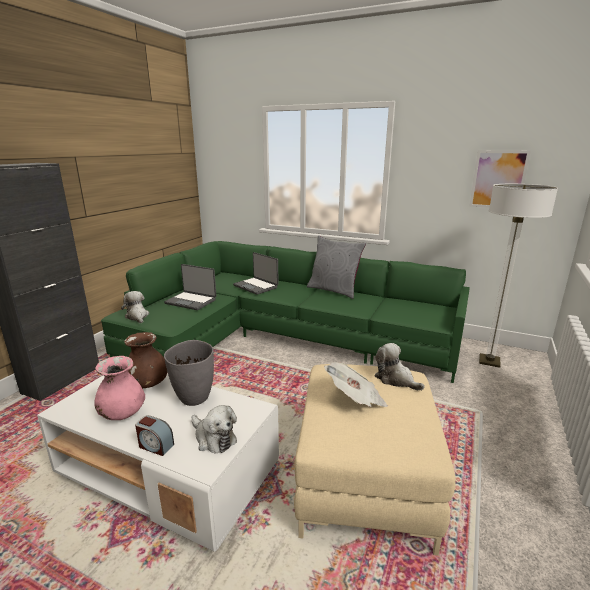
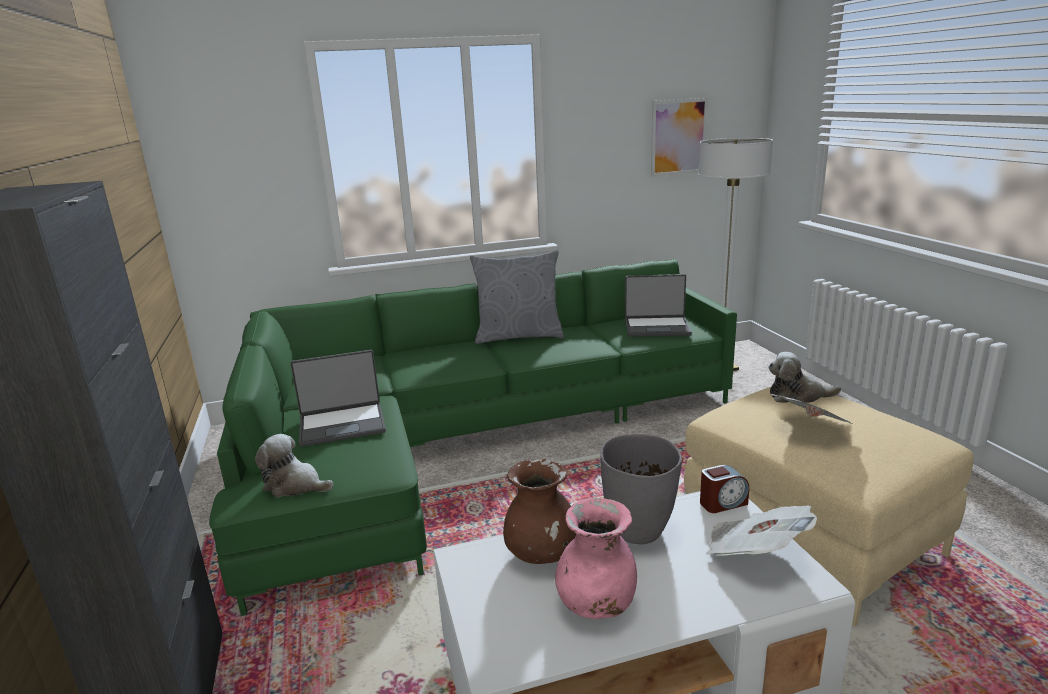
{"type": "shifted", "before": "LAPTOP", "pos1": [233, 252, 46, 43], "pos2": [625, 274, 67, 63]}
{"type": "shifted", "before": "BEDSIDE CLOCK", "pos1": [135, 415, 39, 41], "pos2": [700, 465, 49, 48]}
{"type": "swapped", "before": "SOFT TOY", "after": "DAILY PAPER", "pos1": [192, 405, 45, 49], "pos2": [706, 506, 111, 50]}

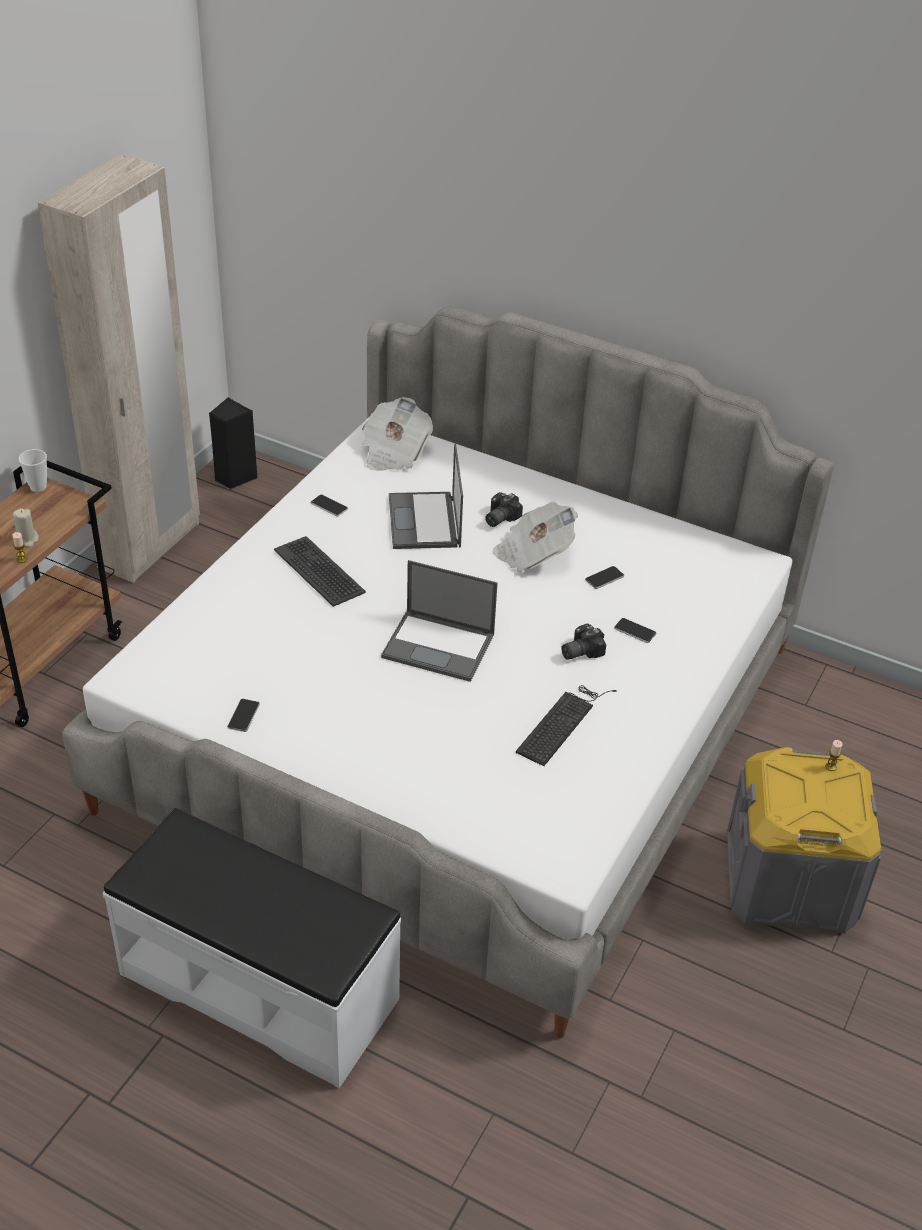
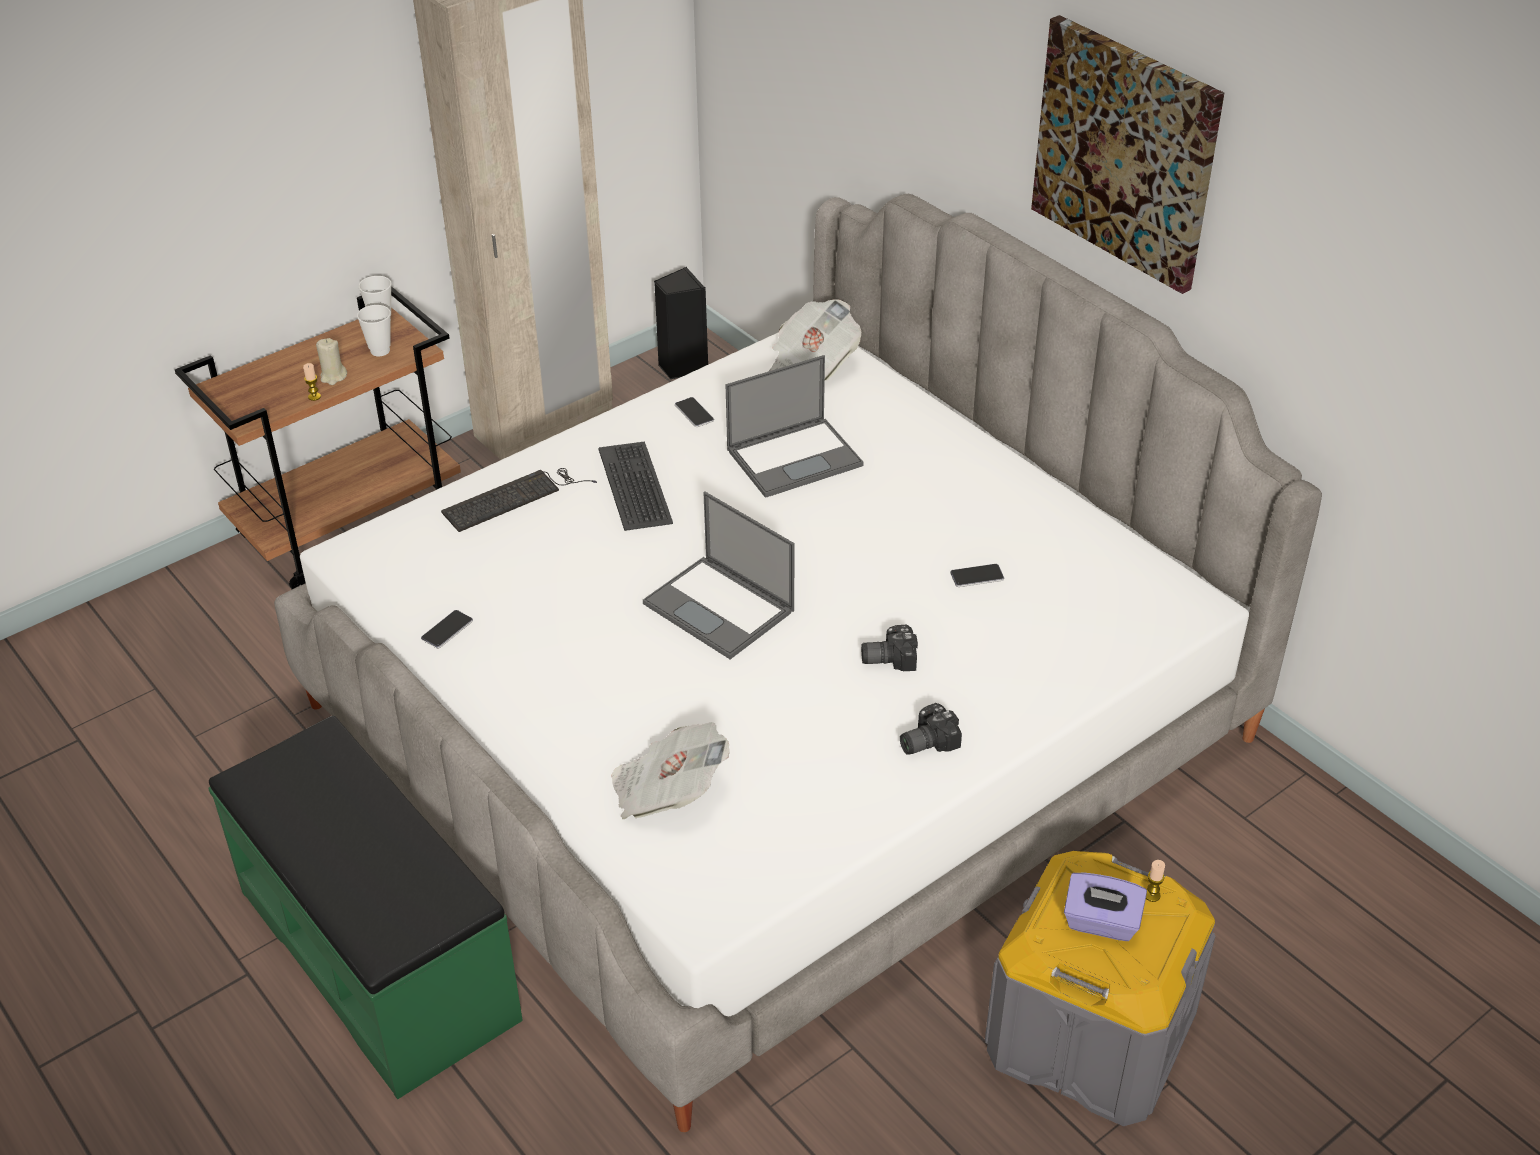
{"type": "repainted", "before": "WHITE LONG SEAT", "after": "GREENISH LONG SEAT", "pos1": [103, 808, 298, 280], "pos2": [208, 716, 315, 383]}
{"type": "new", "after": "CUP", "pos2": [357, 305, 34, 52]}
{"type": "shifted", "before": "COMPUTER KEYBOARD", "pos1": [516, 685, 101, 81], "pos2": [441, 468, 156, 64]}
{"type": "shifted", "before": "DAILY PAPER", "pos1": [493, 502, 85, 71], "pos2": [611, 722, 119, 97]}
{"type": "rotated", "before": "LAPTOP", "pos1": [389, 444, 74, 105], "pos2": [725, 355, 139, 143], "turn": -135}
{"type": "shifted", "before": "PHOTO CAMERA", "pos1": [485, 492, 38, 35], "pos2": [900, 703, 62, 52]}
{"type": "new", "after": "WALL ART", "pos2": [1031, 15, 193, 279]}
{"type": "new", "after": "PURPLISH BOX OF TISSUES", "pos2": [1064, 873, 83, 68]}
{"type": "gone", "before": "TELEPHONE", "pos1": [614, 618, 42, 25]}

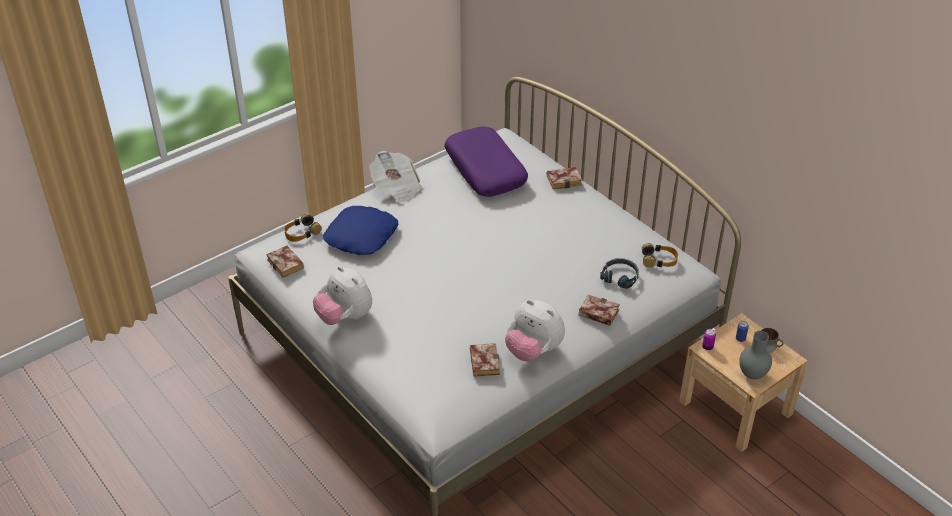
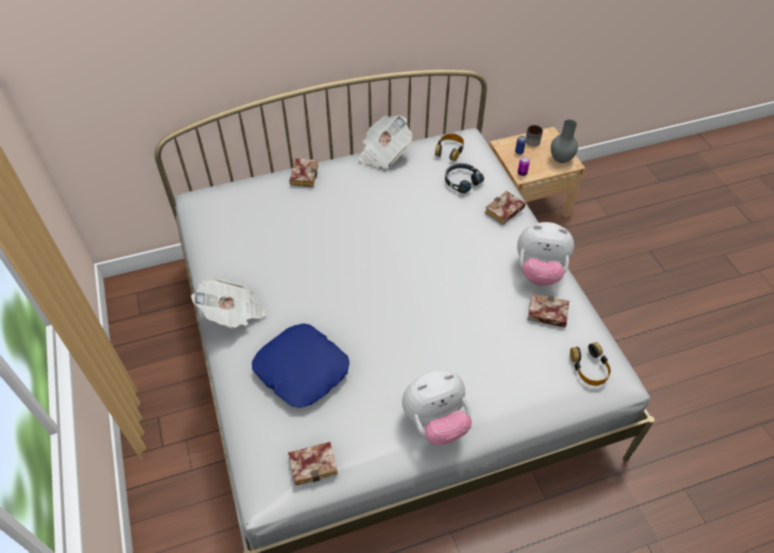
{"type": "new", "after": "DAILY PAPER", "pos2": [358, 115, 54, 54]}
{"type": "rotated", "before": "SOFT TOY", "pos1": [505, 299, 60, 62], "pos2": [517, 222, 57, 64], "turn": 45}
{"type": "shifted", "before": "HEADPHONES", "pos1": [284, 213, 38, 29], "pos2": [570, 342, 41, 44]}
{"type": "gone", "before": "PURPLISH PILLOW", "pos1": [444, 127, 84, 70]}

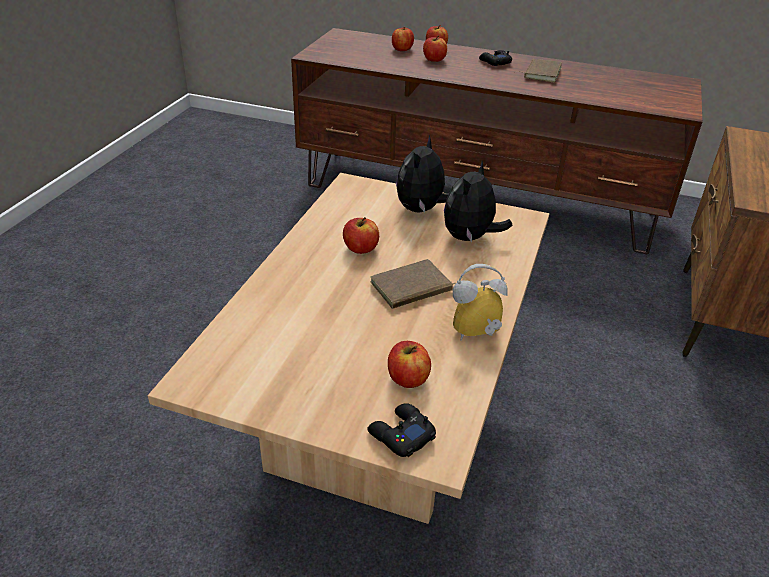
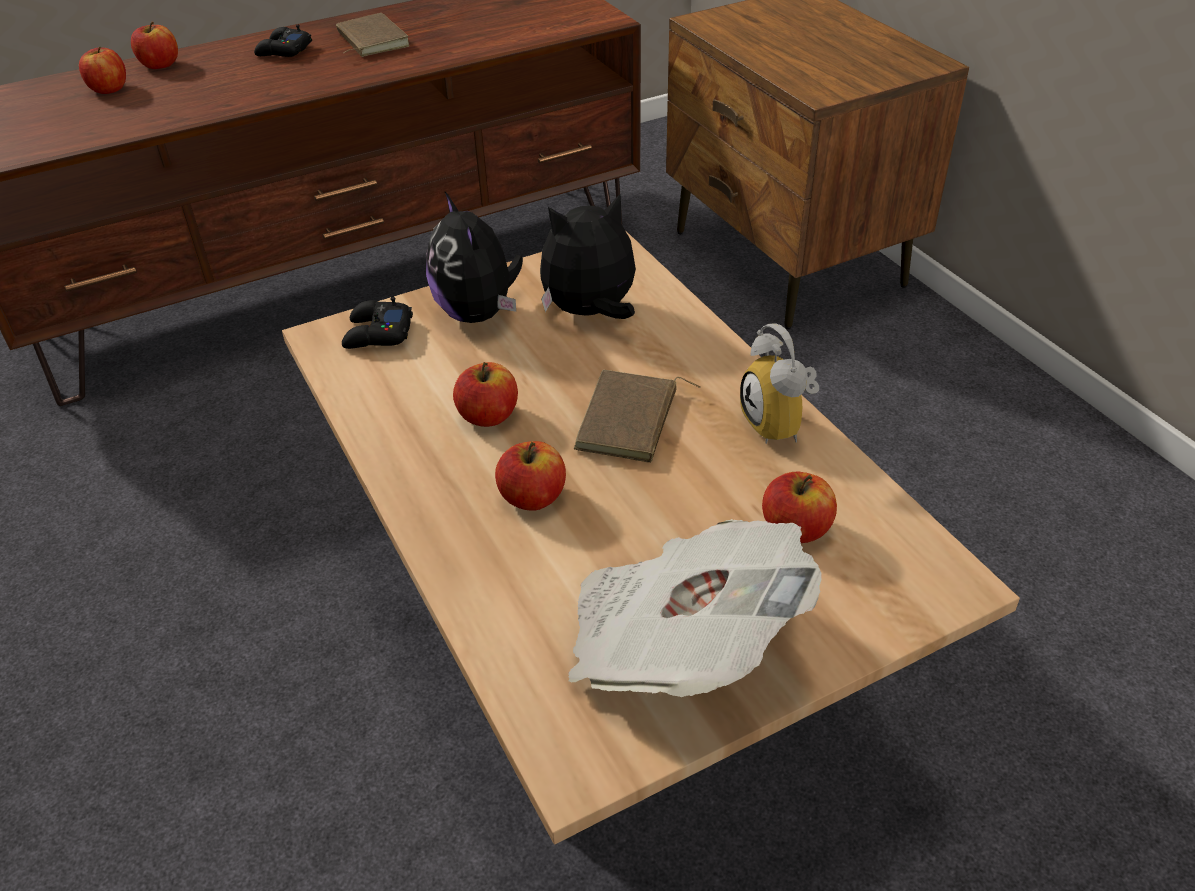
{"type": "shifted", "before": "BLACK-COLOURED GAME CONTROLLER", "pos1": [367, 403, 69, 54], "pos2": [342, 297, 71, 52]}
{"type": "shifted", "before": "WHOLE APPLE", "pos1": [423, 36, 24, 26], "pos2": [495, 441, 71, 69]}
{"type": "rotated", "before": "SOFT TOY", "pos1": [444, 161, 69, 81], "pos2": [540, 194, 96, 125], "turn": 90}
{"type": "new", "after": "DAILY PAPER", "pos2": [568, 519, 254, 178]}
{"type": "rotated", "before": "BEDSIDE CLOCK", "pos1": [453, 264, 55, 77], "pos2": [740, 324, 79, 120], "turn": -45}

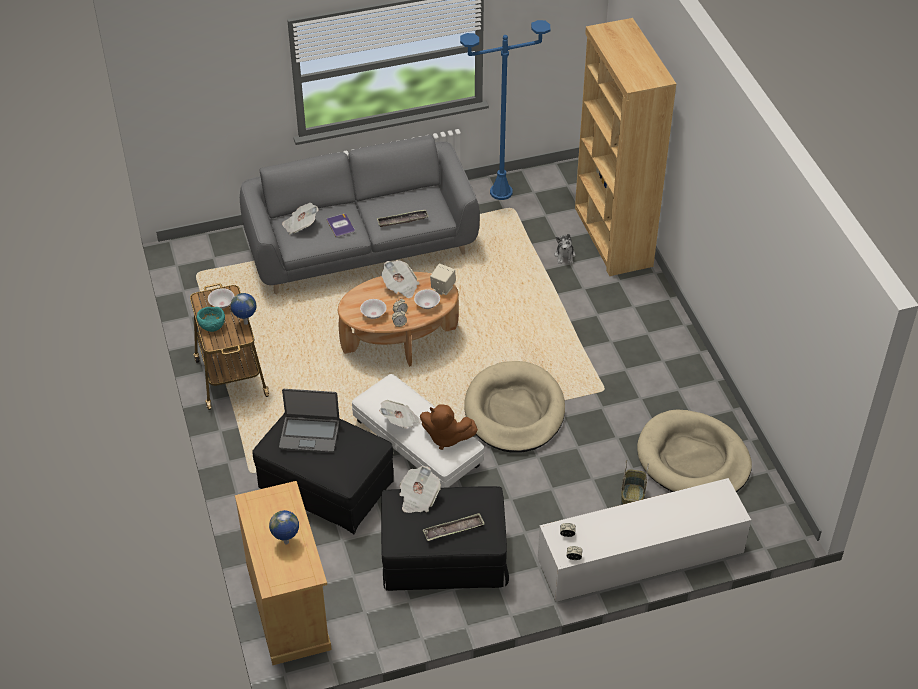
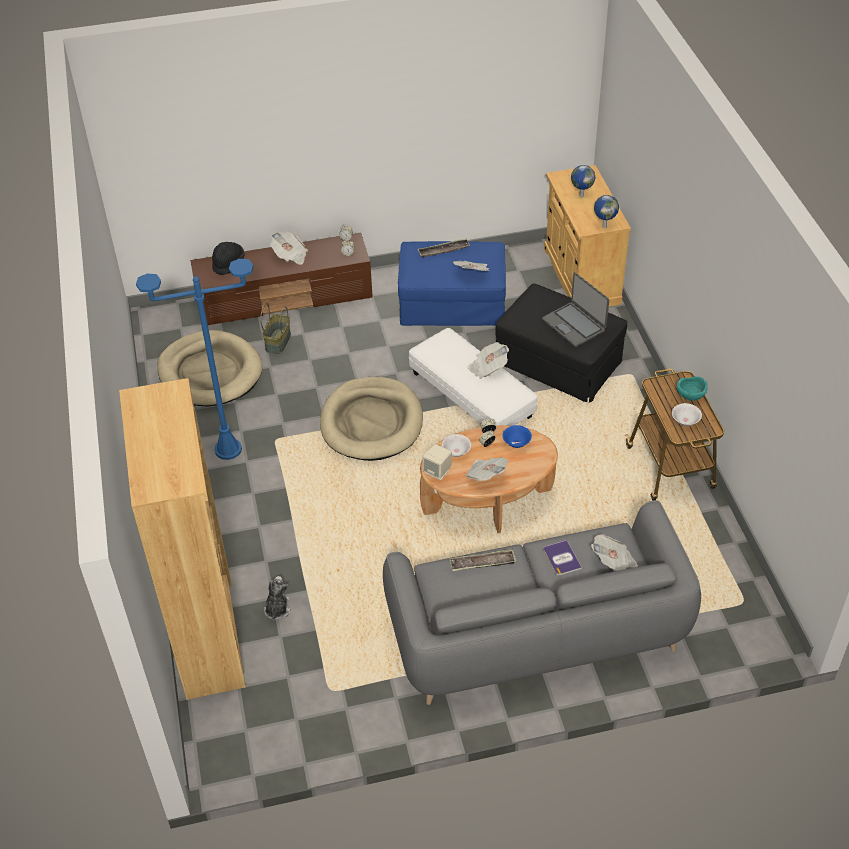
{"type": "shifted", "before": "BLUE STANDARD LAMP", "pos1": [460, 20, 90, 180], "pos2": [136, 259, 117, 201]}
{"type": "repainted", "before": "WHITE MEDIA CONSOLE", "after": "BROWN-COLOURED MEDIA CONSOLE", "pos1": [538, 478, 213, 124], "pos2": [190, 233, 183, 92]}
{"type": "new", "after": "BLACK-COLOURED WEARABLE HAT", "pos2": [212, 242, 33, 33]}
{"type": "new", "after": "DAILY PAPER", "pos2": [270, 231, 38, 34]}
{"type": "repainted", "before": "BLACK-COLOURED POUFFE", "after": "BLUE POUFFE", "pos1": [381, 486, 128, 105], "pos2": [398, 241, 108, 85]}
{"type": "repainted", "before": "WHITE DEEP DISH", "after": "BLUE DEEP DISH", "pos1": [360, 299, 26, 20], "pos2": [502, 425, 30, 23]}
{"type": "rotated", "before": "LAPTOP", "pos1": [279, 389, 60, 64], "pos2": [542, 272, 67, 75], "turn": -135}
{"type": "shifted", "before": "DESK GLOBE", "pos1": [230, 293, 27, 32], "pos2": [594, 195, 25, 33]}
{"type": "gone", "before": "BROWN-COLOURED SOFT TOY", "pos1": [420, 404, 58, 46]}

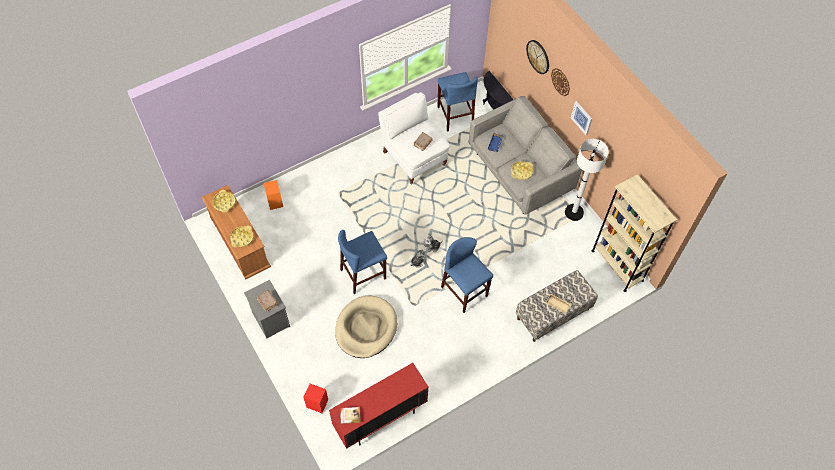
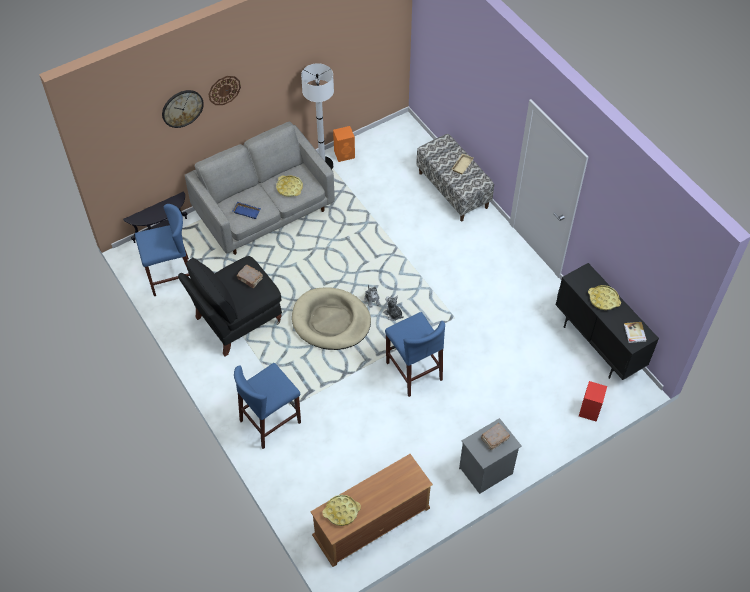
{"type": "repainted", "before": "WHITE LOUNGE CHAIR", "after": "BLACK-COLOURED LOUNGE CHAIR", "pos1": [378, 92, 72, 92], "pos2": [178, 256, 104, 100]}
{"type": "shifted", "before": "BLUE STOOL SEAT", "pos1": [441, 237, 52, 76], "pos2": [234, 363, 67, 86]}
{"type": "shifted", "before": "SAND-COLOURED DOG CUSHION", "pos1": [335, 296, 62, 62], "pos2": [292, 287, 79, 63]}
{"type": "shifted", "before": "ORANGE-COLOURED SPEAKER", "pos1": [264, 180, 19, 30], "pos2": [333, 126, 22, 36]}
{"type": "repainted", "before": "RED-COLOURED CABINET", "after": "BLACK-COLOURED CABINET", "pos1": [329, 363, 99, 86], "pos2": [555, 263, 104, 117]}
{"type": "shifted", "before": "YELLOWISH SERVING TRAY", "pos1": [230, 226, 24, 21], "pos2": [588, 285, 33, 25]}
{"type": "gone", "before": "WALL ART", "pos1": [571, 101, 21, 34]}
{"type": "gone", "before": "SAND-COLOURED BOOKCASE", "pos1": [592, 174, 85, 118]}

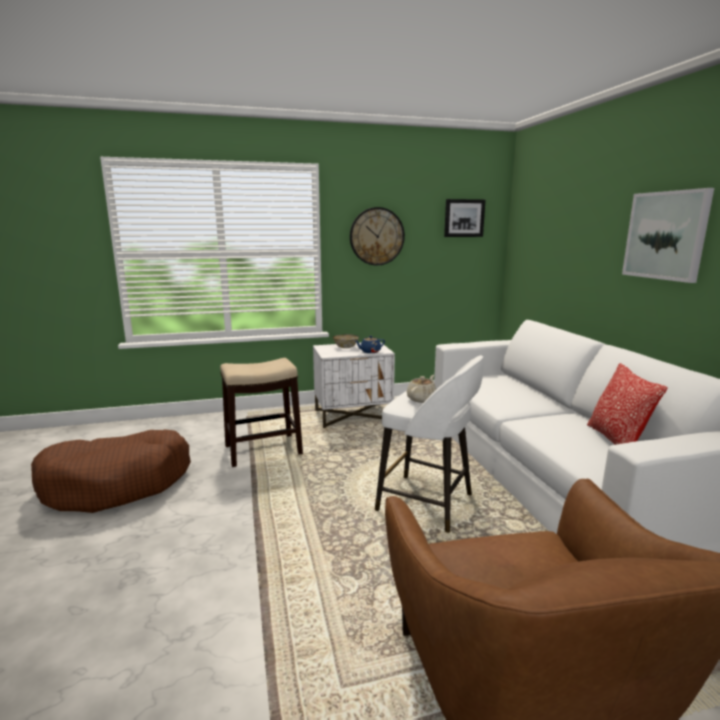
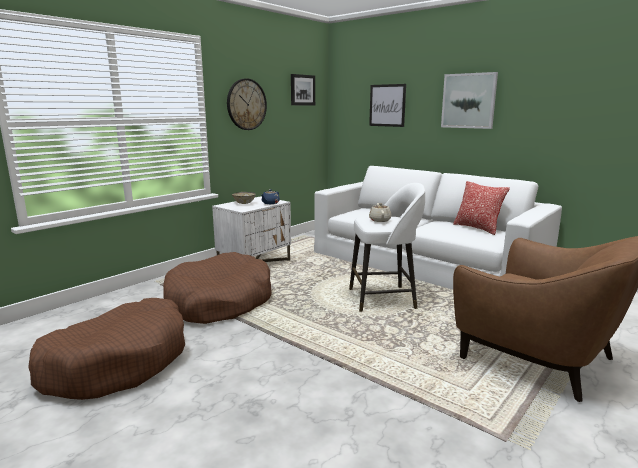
{"type": "swapped", "before": "STOOL SEAT", "after": "BROWN-COLOURED DOG CUSHION", "pos1": [220, 358, 83, 109], "pos2": [163, 252, 109, 72]}
{"type": "new", "after": "WALL ART", "pos2": [369, 84, 37, 43]}

